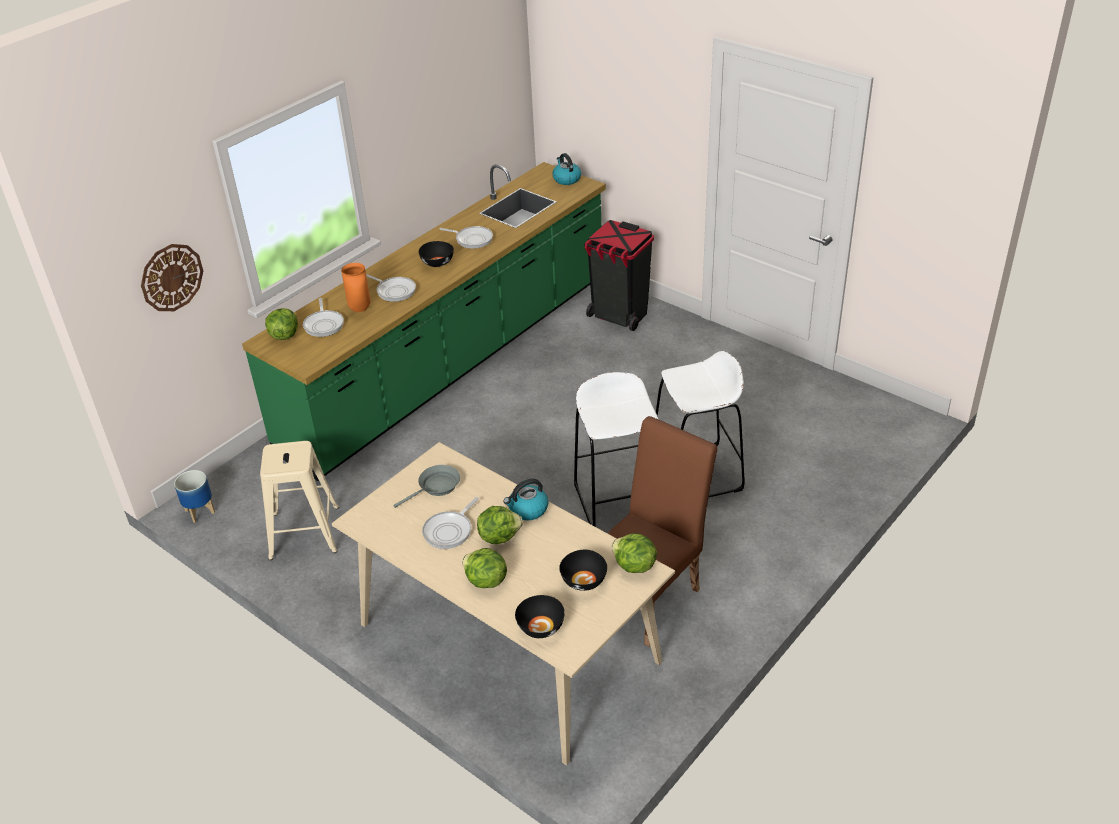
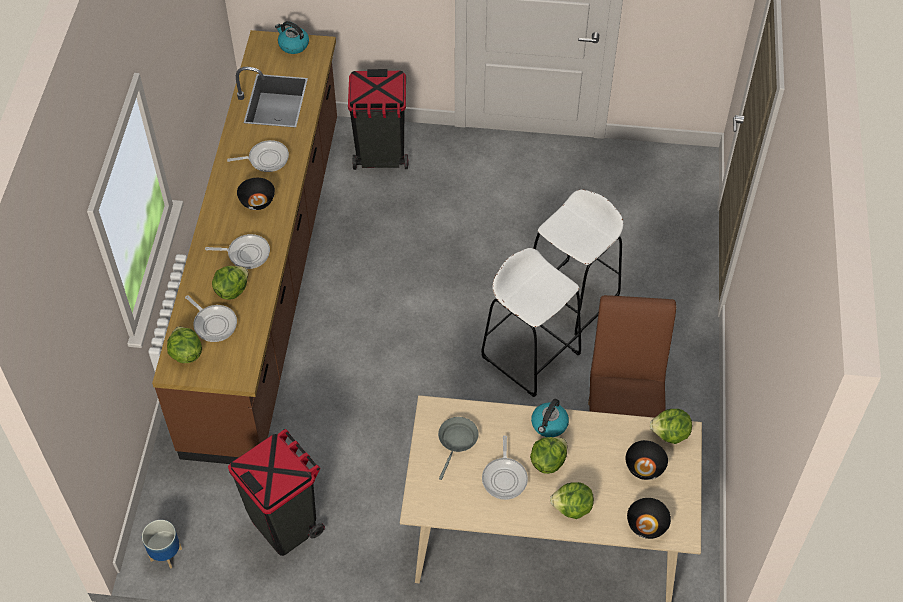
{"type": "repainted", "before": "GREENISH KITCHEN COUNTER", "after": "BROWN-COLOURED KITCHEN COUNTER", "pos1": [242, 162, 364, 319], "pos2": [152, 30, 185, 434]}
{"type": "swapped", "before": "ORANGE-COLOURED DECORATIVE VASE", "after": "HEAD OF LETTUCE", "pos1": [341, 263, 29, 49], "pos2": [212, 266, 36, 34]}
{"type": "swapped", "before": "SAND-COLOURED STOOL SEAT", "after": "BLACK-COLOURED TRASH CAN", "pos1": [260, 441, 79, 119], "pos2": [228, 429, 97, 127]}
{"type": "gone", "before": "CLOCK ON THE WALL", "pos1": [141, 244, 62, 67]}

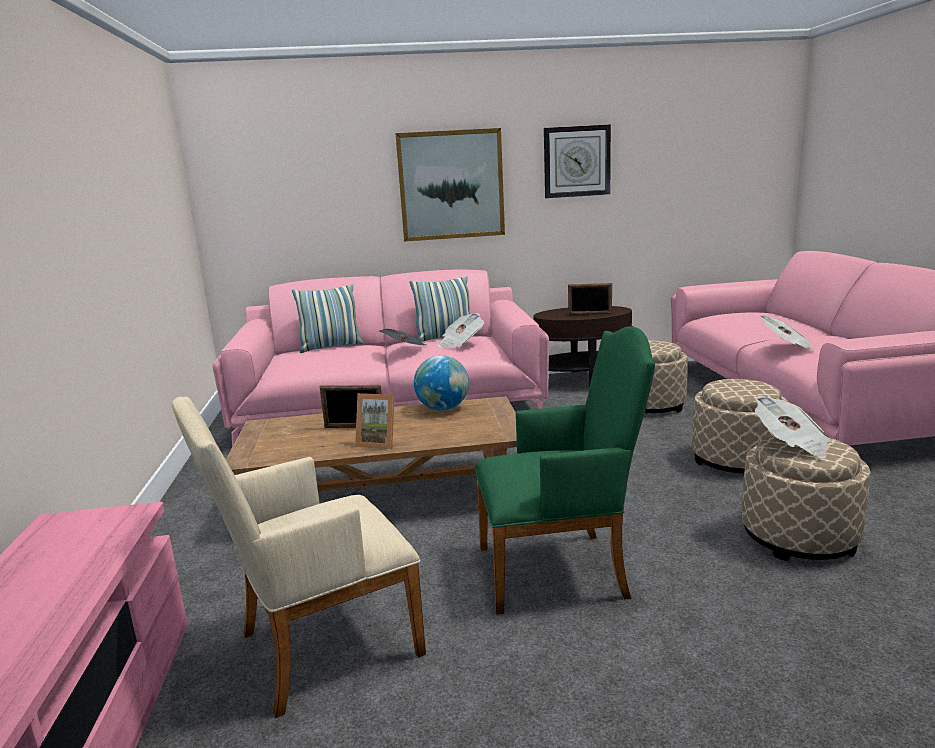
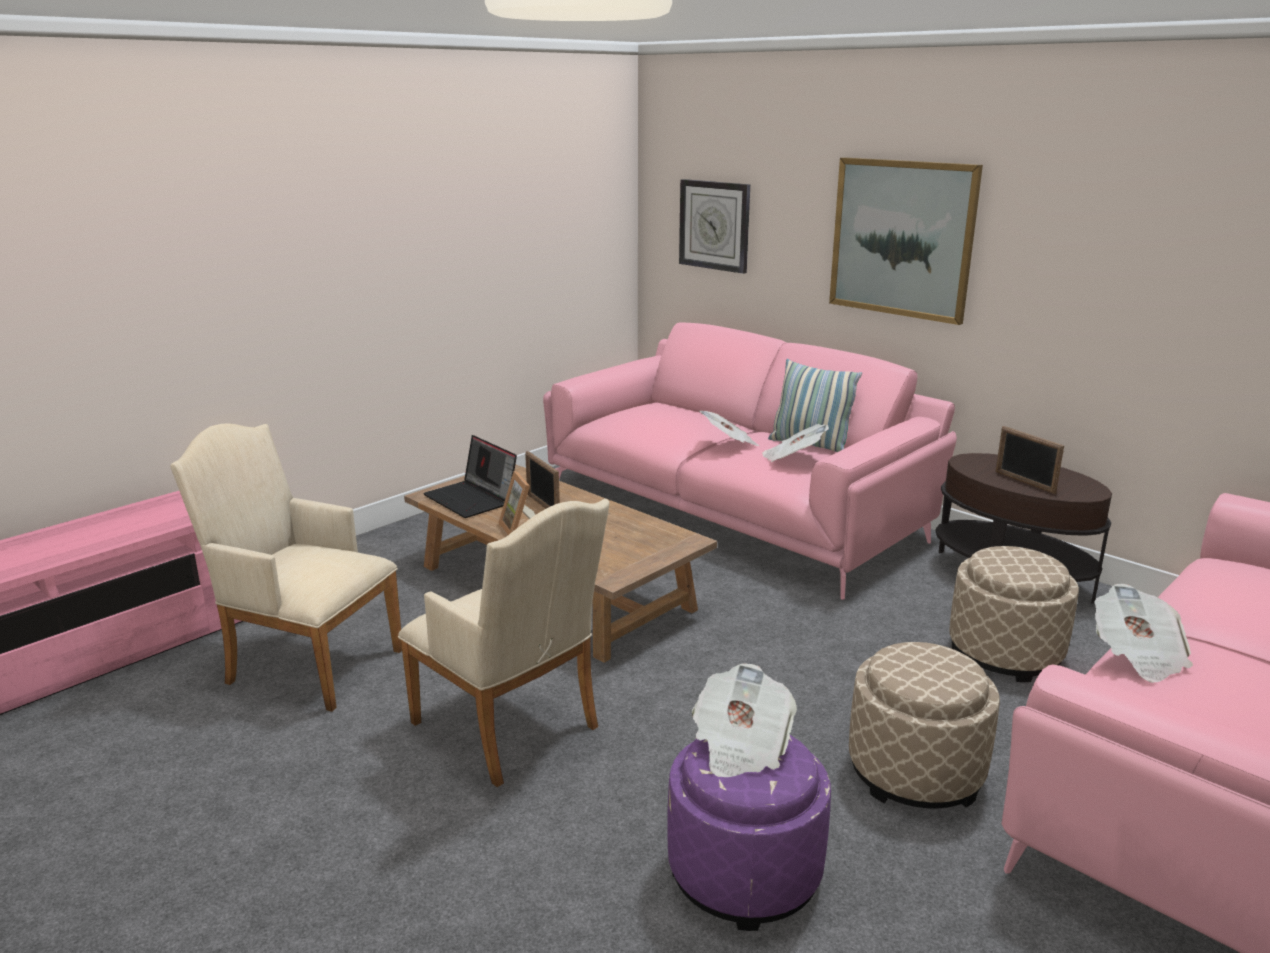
{"type": "repainted", "before": "GREENISH LOUNGE CHAIR", "after": "SAND-COLOURED LOUNGE CHAIR", "pos1": [474, 326, 181, 289], "pos2": [398, 499, 212, 288]}
{"type": "new", "after": "LAPTOP", "pos2": [423, 435, 94, 83]}
{"type": "repainted", "before": "SAND-COLOURED POUFFE", "after": "PURPLISH POUFFE", "pos1": [742, 435, 128, 126], "pos2": [667, 735, 164, 196]}
{"type": "shifted", "before": "CLOCK ON THE WALL", "pos1": [544, 125, 67, 73], "pos2": [679, 179, 71, 95]}
{"type": "gone", "before": "PILLOW", "pos1": [292, 284, 71, 69]}
{"type": "gone", "before": "DESK GLOBE", "pos1": [414, 355, 55, 56]}

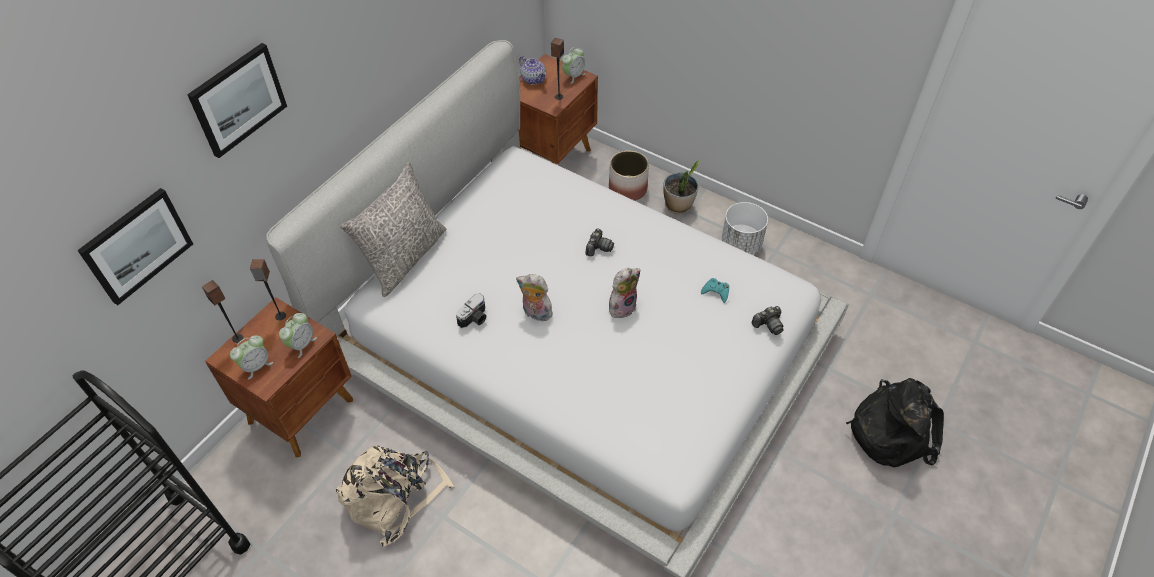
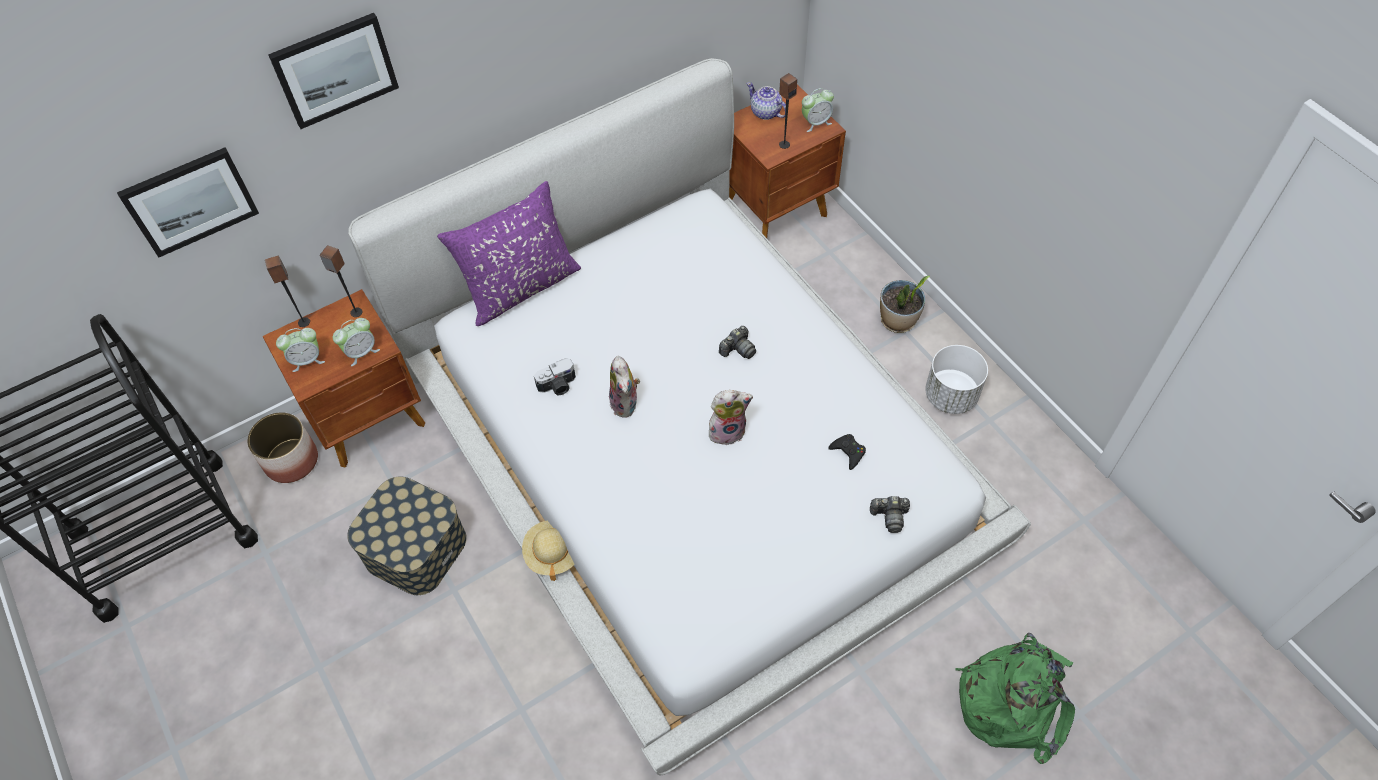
{"type": "shifted", "before": "PLANT POT", "pos1": [609, 150, 40, 51], "pos2": [247, 412, 71, 71]}
{"type": "swapped", "before": "SAND-COLOURED KNAPSACK", "after": "STORAGE CONTAINER", "pos1": [336, 446, 118, 100], "pos2": [347, 477, 120, 118]}
{"type": "repainted", "before": "GRAY PILLOW", "after": "PURPLISH PILLOW", "pos1": [340, 162, 106, 135], "pos2": [437, 181, 144, 145]}
{"type": "new", "after": "SAND-COLOURED WEARABLE HAT", "pos2": [522, 521, 52, 60]}
{"type": "rotated", "before": "SOFT TOY", "pos1": [516, 274, 37, 49], "pos2": [609, 356, 31, 62], "turn": -150}
{"type": "rotated", "before": "TEA POT", "pos1": [519, 56, 28, 29], "pos2": [747, 82, 39, 38], "turn": 150}
{"type": "repainted", "before": "BLUE-GREEN GAME CONTROLLER", "after": "BLACK-COLOURED GAME CONTROLLER", "pos1": [701, 278, 28, 25], "pos2": [828, 434, 38, 36]}
{"type": "repainted", "before": "BLACK-COLOURED KNAPSACK", "after": "GREENISH KNAPSACK", "pos1": [846, 378, 98, 90], "pos2": [955, 633, 120, 131]}

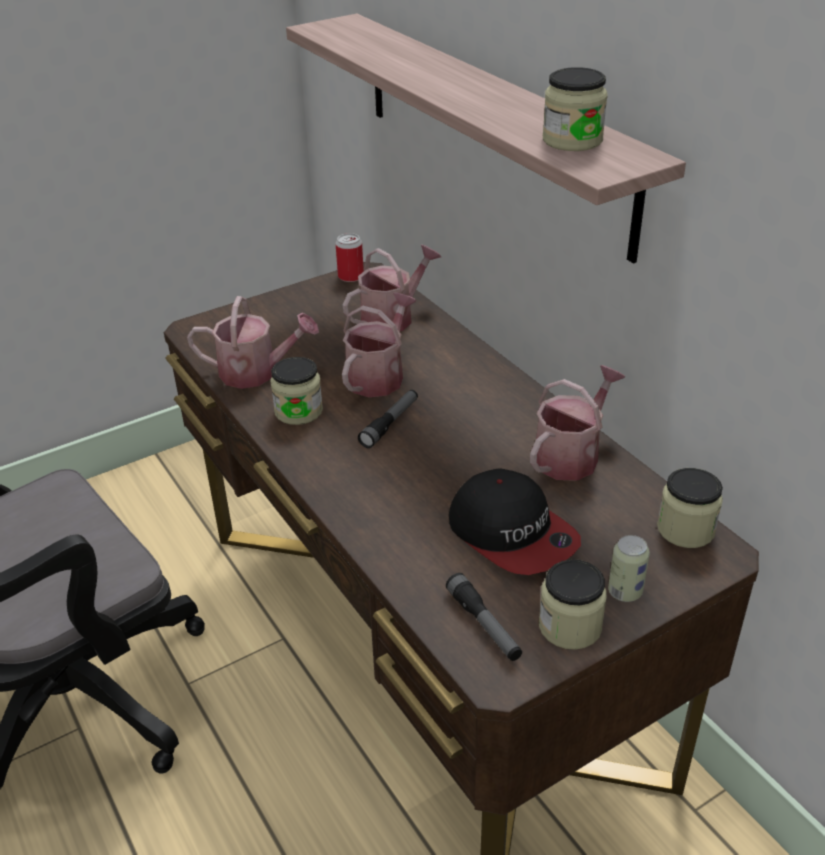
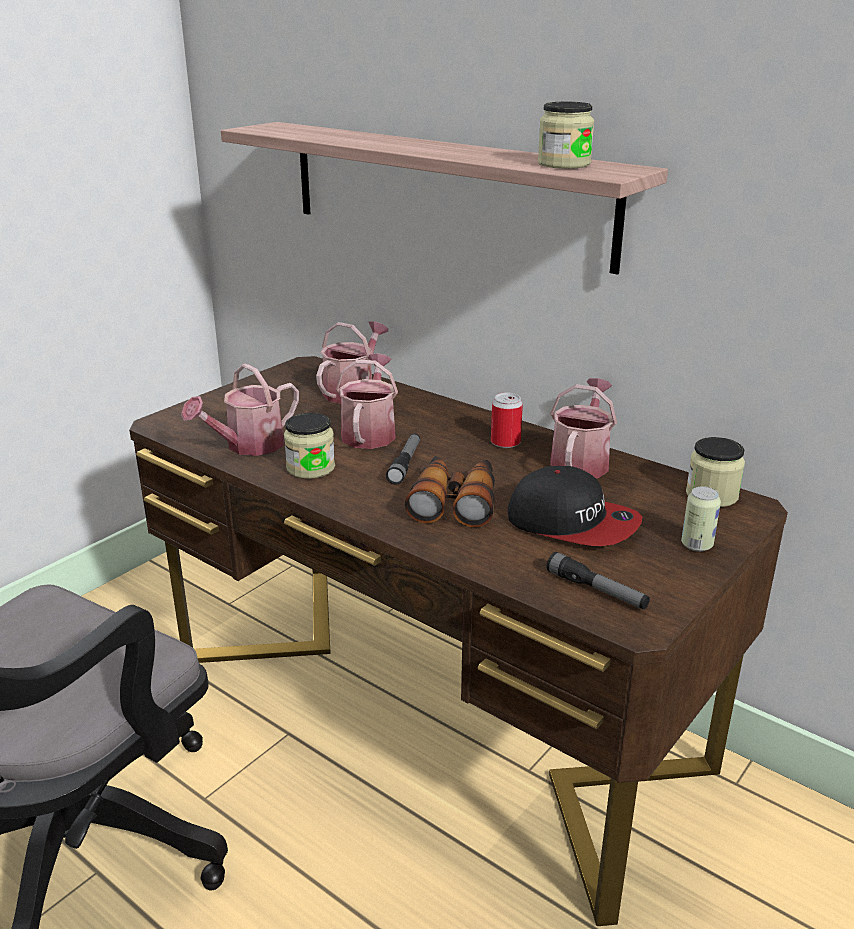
{"type": "rotated", "before": "WATERING CAN", "pos1": [187, 296, 132, 93], "pos2": [181, 363, 118, 93], "turn": 150}
{"type": "new", "after": "PAIR OF BINOCULARS", "pos2": [405, 456, 90, 71]}
{"type": "shifted", "before": "CAN", "pos1": [336, 233, 28, 49], "pos2": [491, 392, 32, 56]}
{"type": "gone", "before": "PRESERVE JAR", "pos1": [539, 559, 68, 91]}

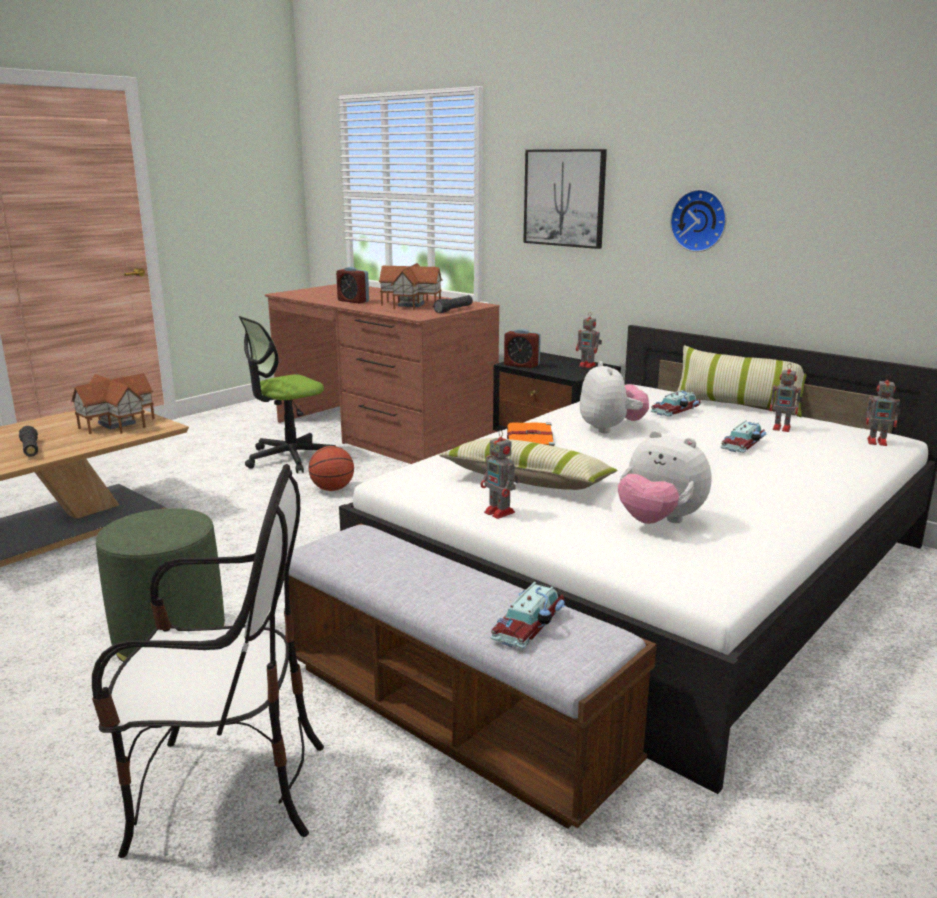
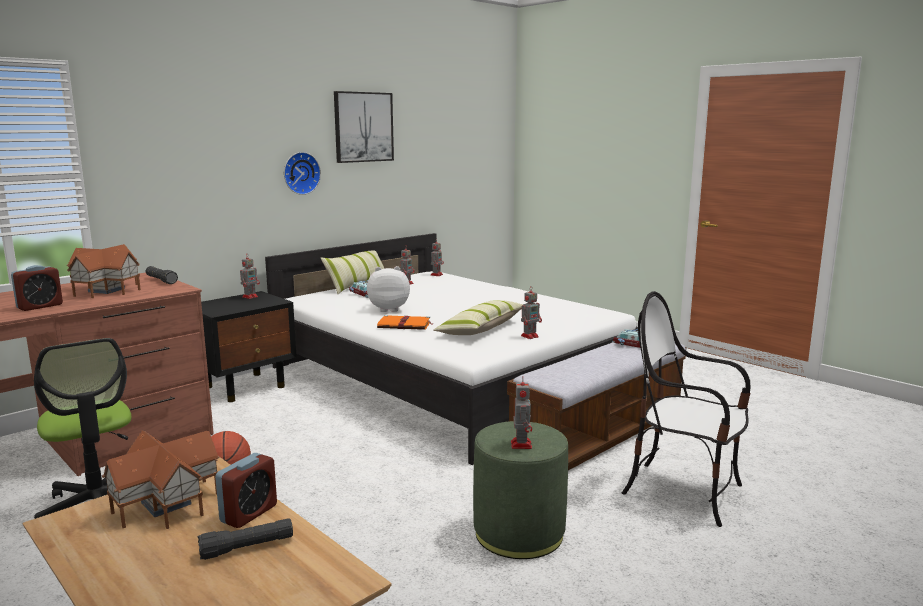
{"type": "shifted", "before": "BEDSIDE CLOCK", "pos1": [504, 329, 37, 39], "pos2": [215, 453, 62, 75]}
{"type": "shifted", "before": "WALL ART", "pos1": [523, 149, 84, 100], "pos2": [334, 91, 60, 72]}
{"type": "new", "after": "ROBOT FIGURE", "pos2": [511, 378, 21, 71]}
{"type": "rotated", "before": "PLAIN CHAIR", "pos1": [92, 464, 232, 394], "pos2": [622, 291, 128, 236], "turn": -60}
{"type": "gone", "before": "SOFT TOY", "pos1": [618, 430, 94, 94]}
{"type": "gone", "before": "TOY CAR", "pos1": [720, 420, 47, 33]}

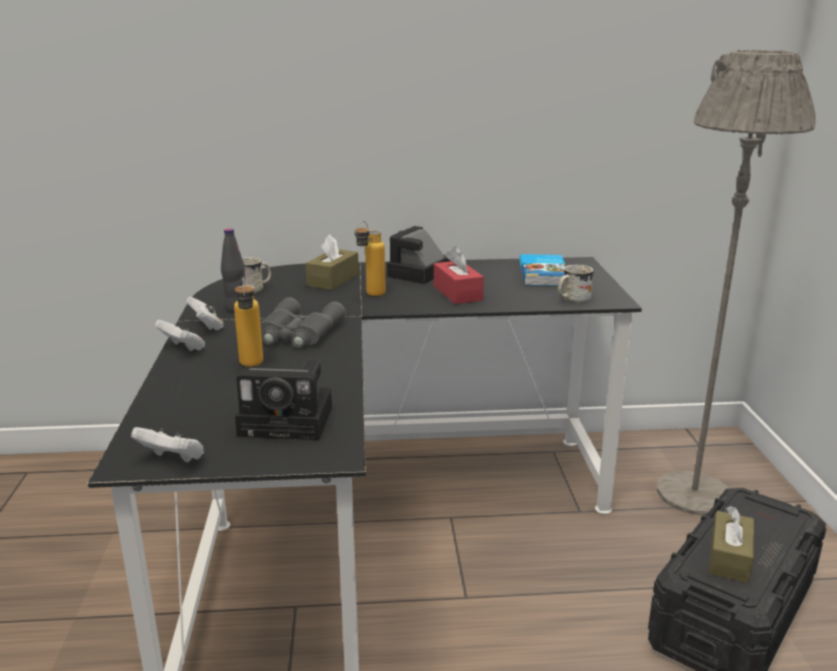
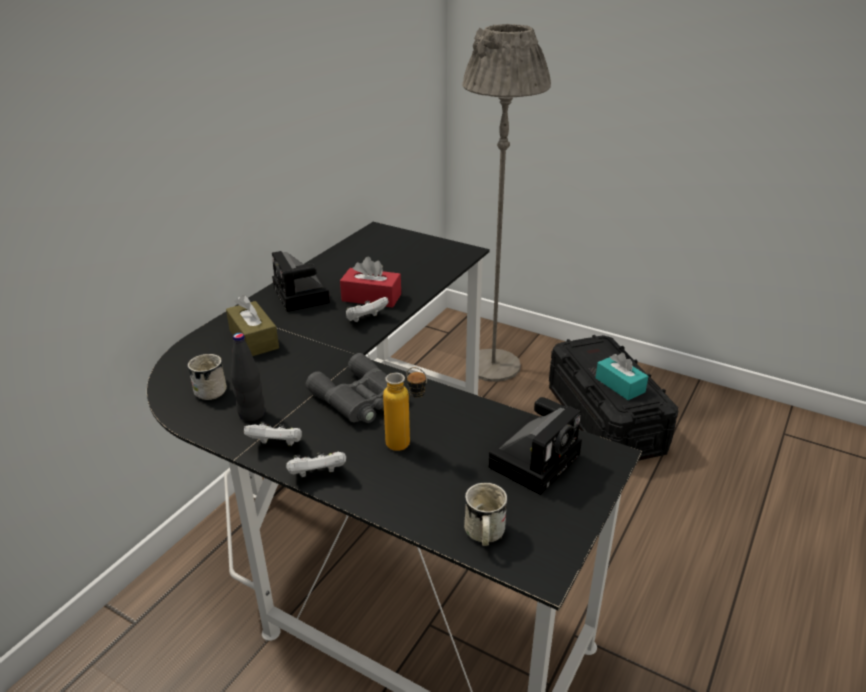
{"type": "shifted", "before": "WHITE GAME CONTROLLER", "pos1": [131, 427, 73, 35], "pos2": [346, 297, 43, 25]}
{"type": "shifted", "before": "WHITE MUG", "pos1": [558, 265, 36, 38], "pos2": [464, 483, 43, 63]}
{"type": "repainted", "before": "BROWN-COLOURED BOX OF TISSUES", "after": "BLUE-GREEN BOX OF TISSUES", "pos1": [709, 506, 45, 77], "pos2": [595, 353, 53, 47]}
{"type": "gone", "before": "BOTTLE", "pos1": [355, 221, 31, 75]}
{"type": "gone", "before": "BOOK", "pos1": [519, 254, 47, 32]}

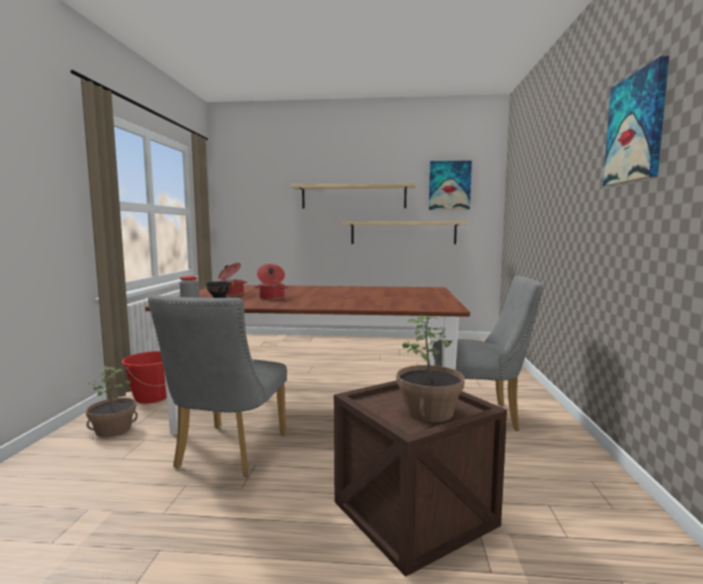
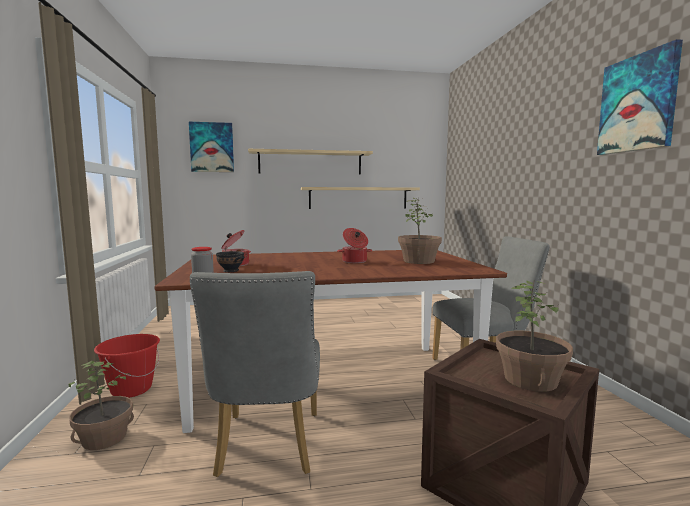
{"type": "shifted", "before": "WALL ART", "pos1": [429, 160, 43, 50], "pos2": [189, 122, 45, 50]}
{"type": "shifted", "before": "SAUCEPOT", "pos1": [254, 264, 35, 36], "pos2": [337, 228, 35, 35]}
{"type": "new", "after": "HOUSEPLANT", "pos2": [398, 197, 44, 67]}

